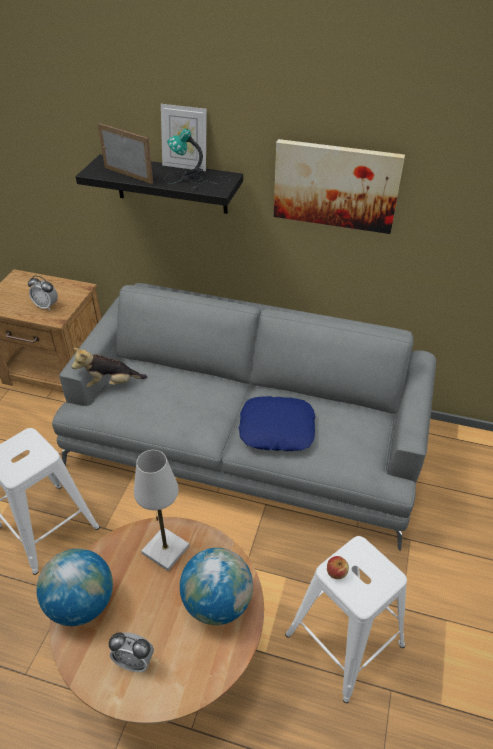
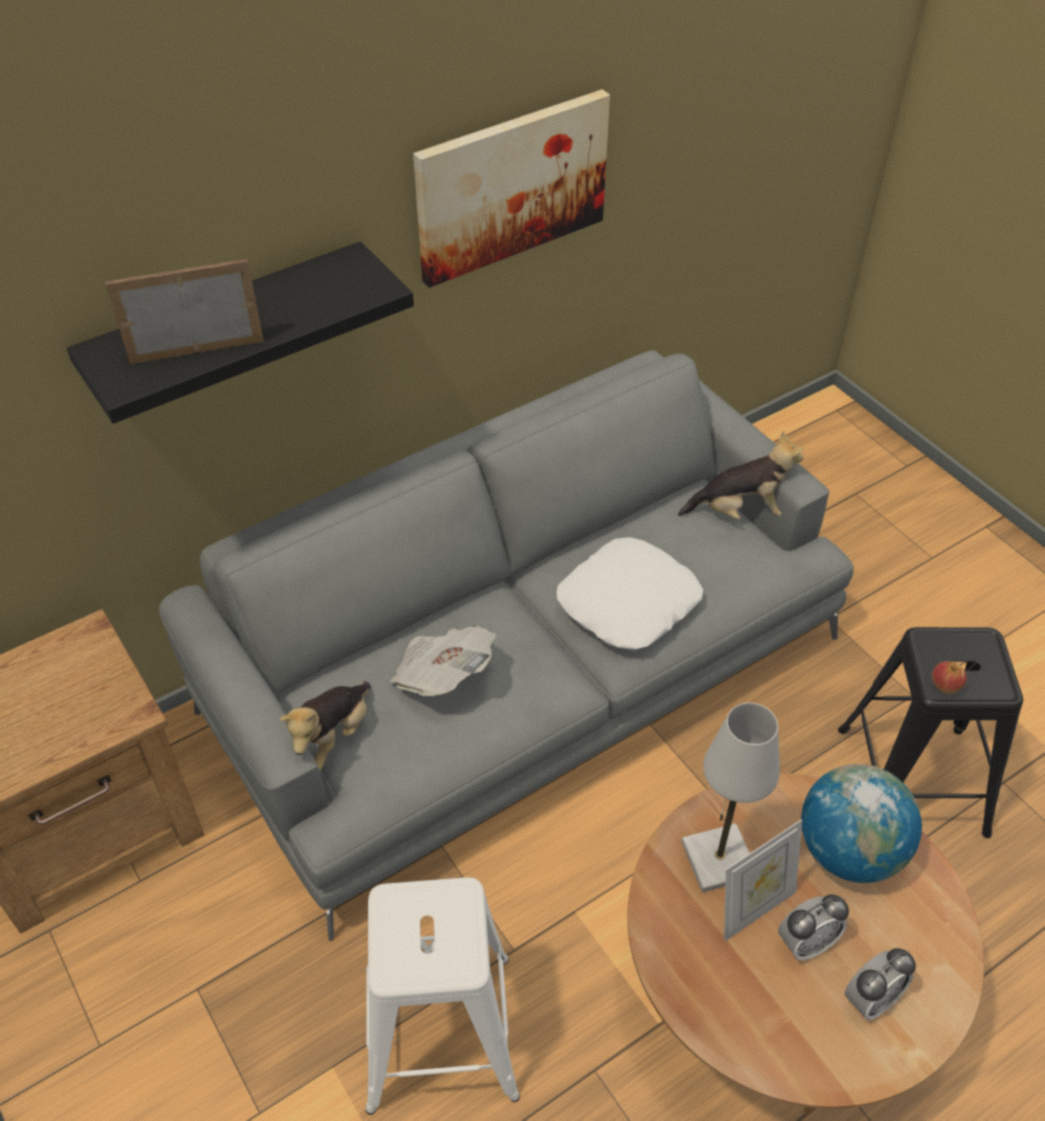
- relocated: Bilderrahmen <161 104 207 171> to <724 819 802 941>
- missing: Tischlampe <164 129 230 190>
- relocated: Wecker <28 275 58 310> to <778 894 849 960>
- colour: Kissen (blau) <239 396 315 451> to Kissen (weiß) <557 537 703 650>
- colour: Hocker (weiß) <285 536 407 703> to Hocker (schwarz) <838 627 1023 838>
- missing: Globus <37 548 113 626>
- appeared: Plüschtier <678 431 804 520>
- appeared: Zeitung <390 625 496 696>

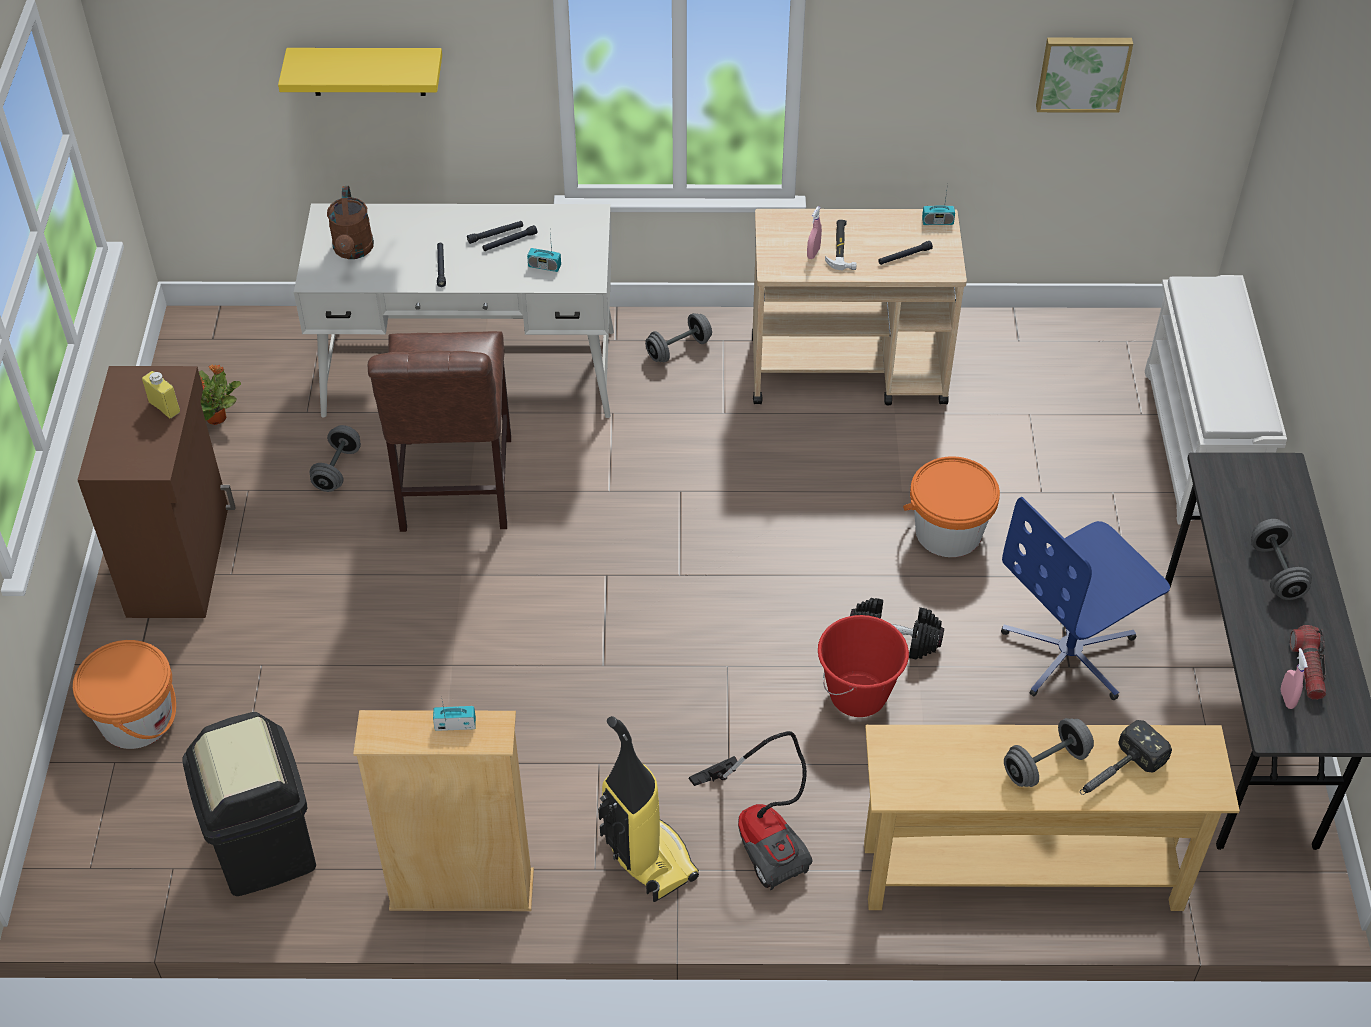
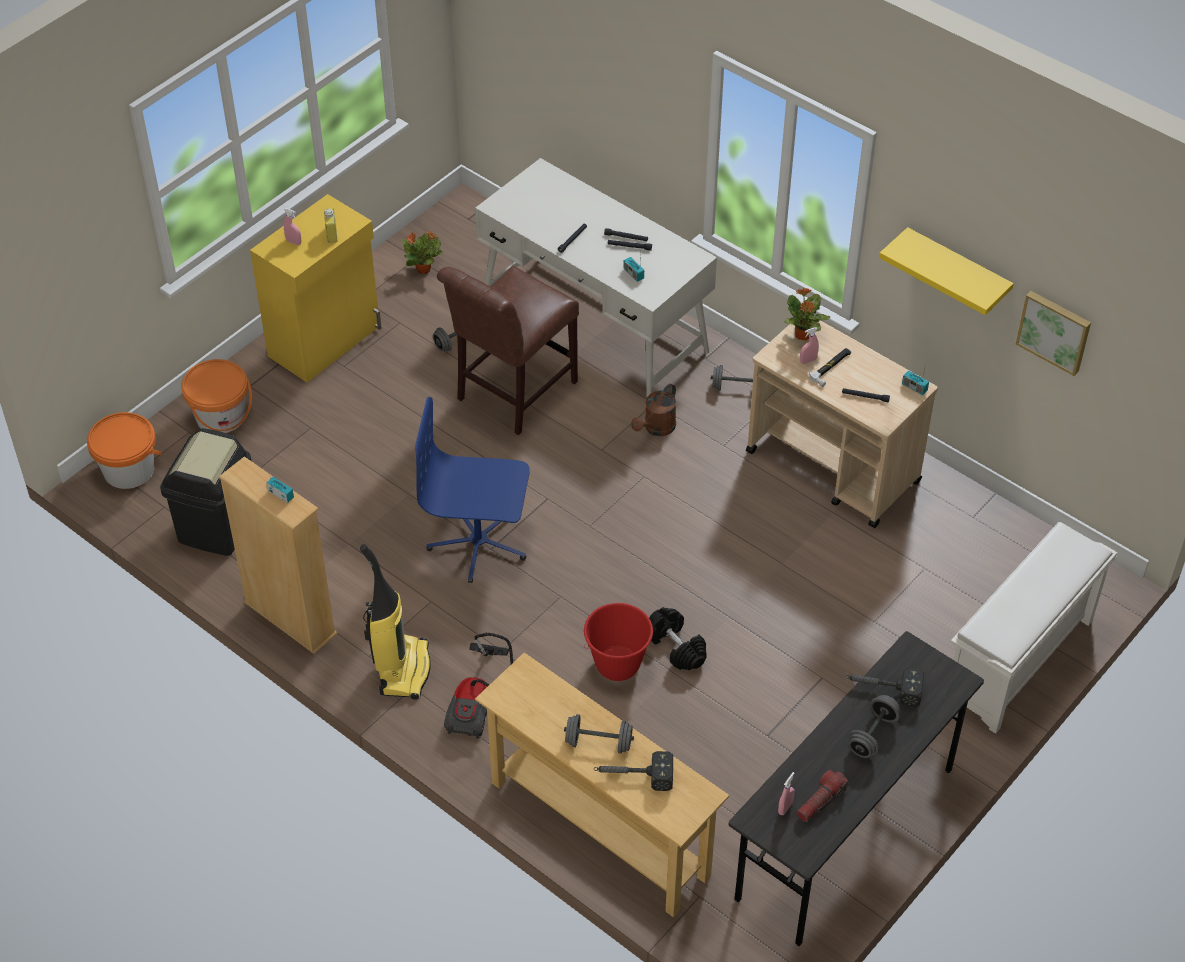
- relocated: Wandregal (gelb) <278 48 442 96> to <879 227 1014 315>
- relocated: Gießkanne (braun) <327 186 374 259> to <631 384 676 436>
- colour: Schrank (braun) <78 366 236 618> to Schrank (gelb) <250 194 381 383>
- relocated: Eimer (orange) <903 456 1000 557> to <87 412 162 489>
- relocated: Bürostuhl (blau) <1001 497 1170 700> to <415 397 530 583>
- appeared: Sprühflasche (rosa) <284 208 301 245>
- appeared: Topfpflanze <785 288 830 340>
- appeared: Hammer <845 668 924 707>

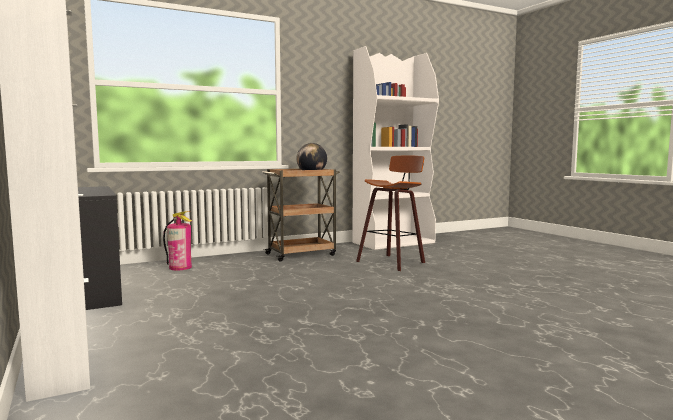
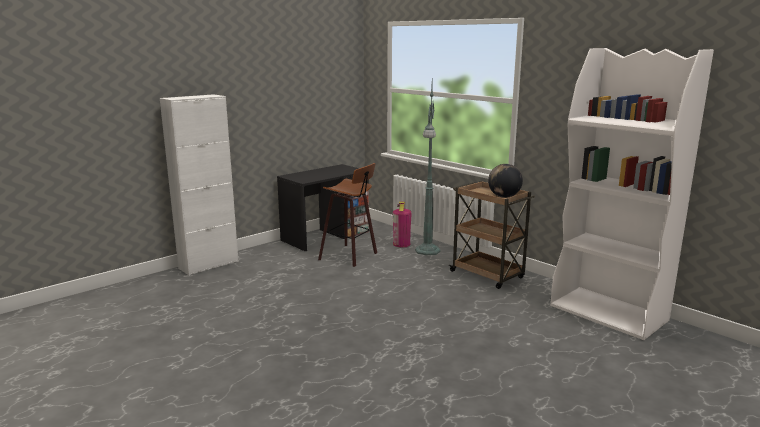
- relocated: Hocker <356 155 425 271> to <318 163 377 267>
- appeared: Stehlampe (grün) <415 85 441 255>

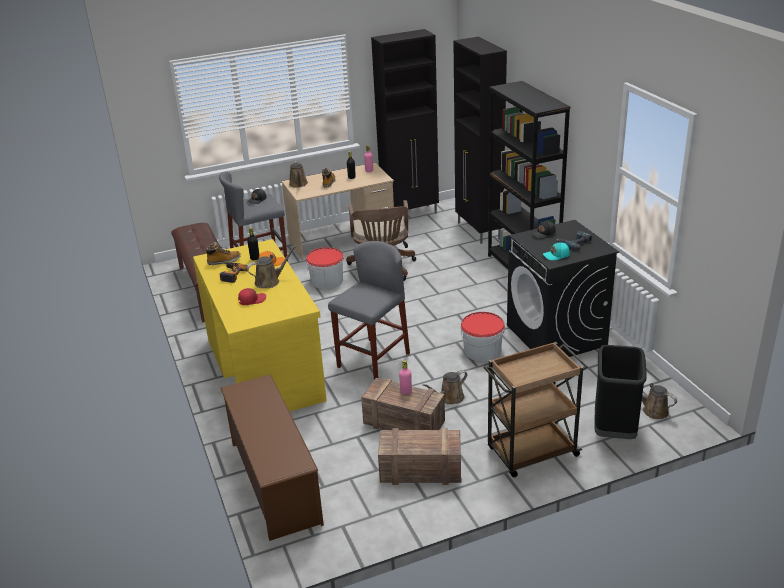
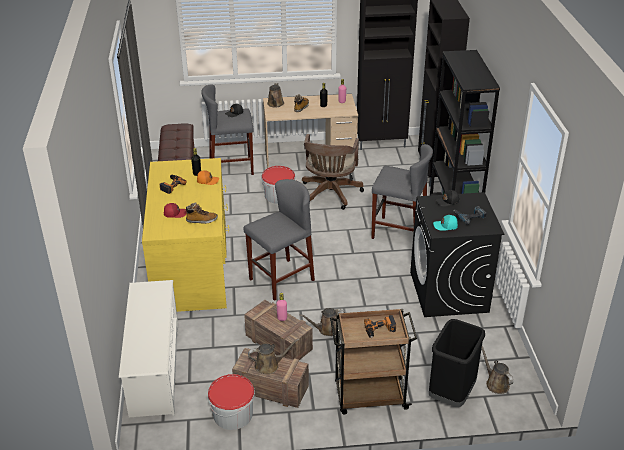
- relocated: Stiefel <205 242 241 265> to <185 203 218 224>
- relocated: Gießkanne (braun) <247 246 296 288> to <248 339 300 375>
- relocated: Eimer <461 312 505 361> to <208 374 255 430>
- colour: Schuhregal (braun) <221 374 324 541> to Schuhregal (weiß) <119 280 178 417>
- appeared: Hocker (grau) <371 144 433 239>
- appeared: Bohrmaschine <364 315 396 338>

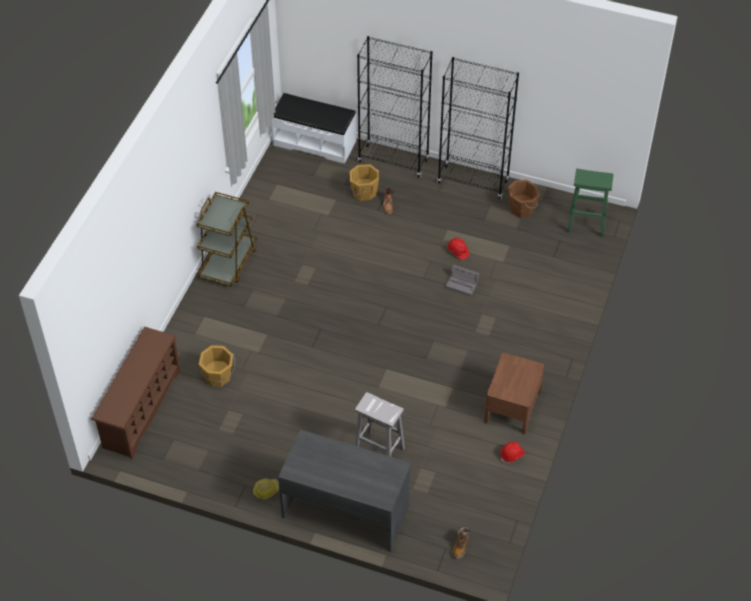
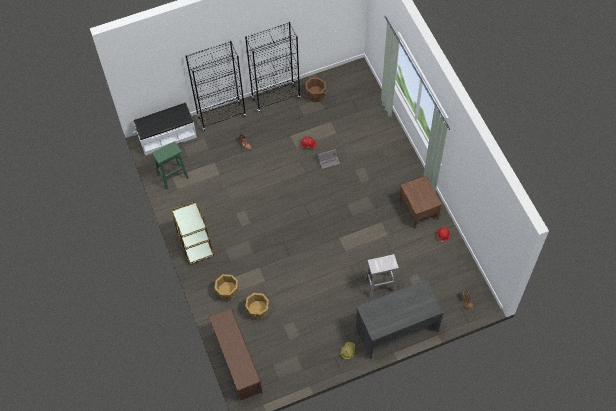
- relocated: Eimer (orange) <349 164 379 201> to <215 274 238 300>
- relocated: Hocker (grün) <567 169 614 238> to <152 141 189 189>

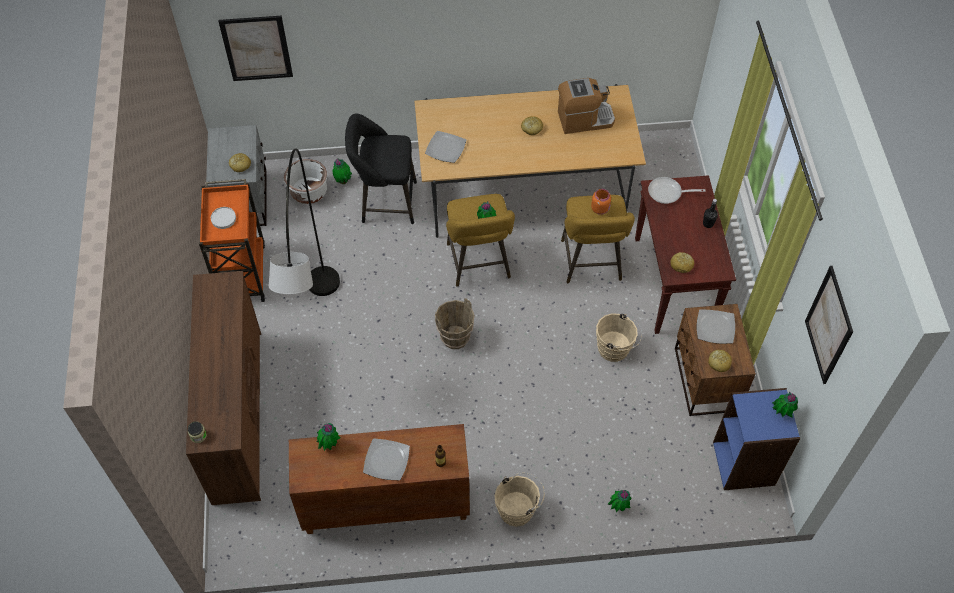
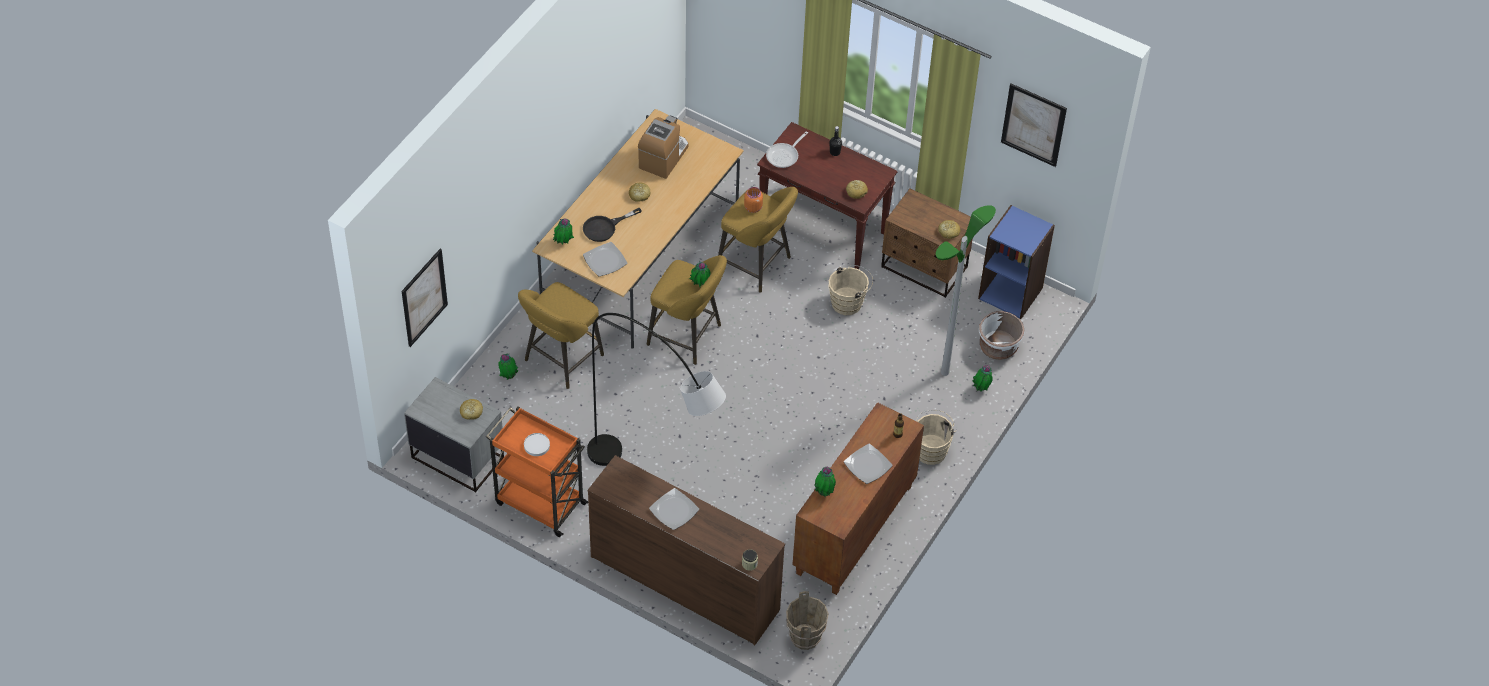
- colour: Hocker (schwarz) <345 114 417 224> to Hocker (gelb) <518 282 604 389>
- relocated: Pflanzkübel (weiß) <284 159 327 204> to <979 311 1025 360>
- relocated: Eimer (braun) <435 298 475 349> to <786 591 829 650>
- relocated: Teller <697 309 735 344> to <649 488 699 530>
- relocated: Topfpflanze <772 391 798 418> to <553 218 574 244>
- appeared: Stehlampe <936 205 996 376>
- appeared: Pfanne (schwarz) <583 208 642 242>

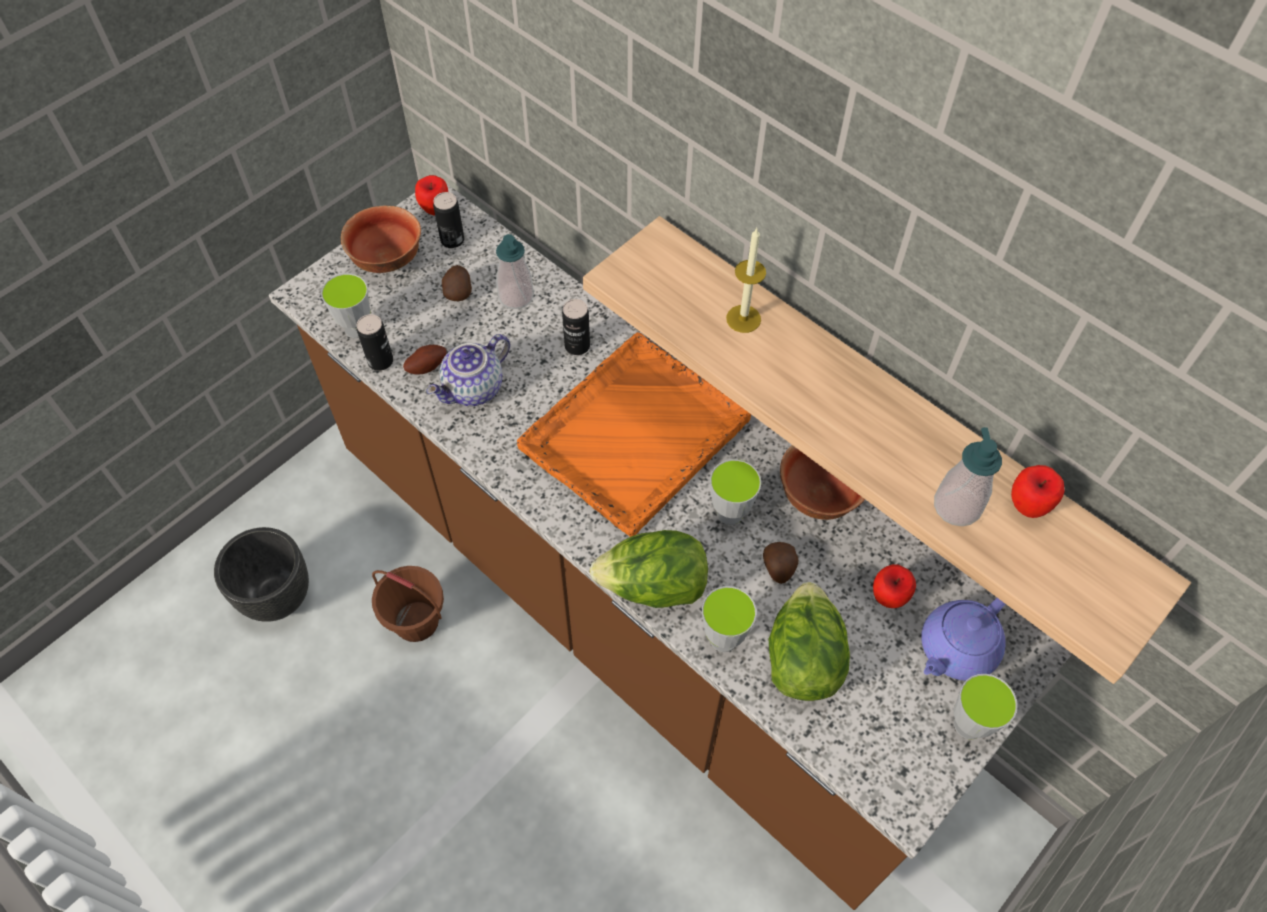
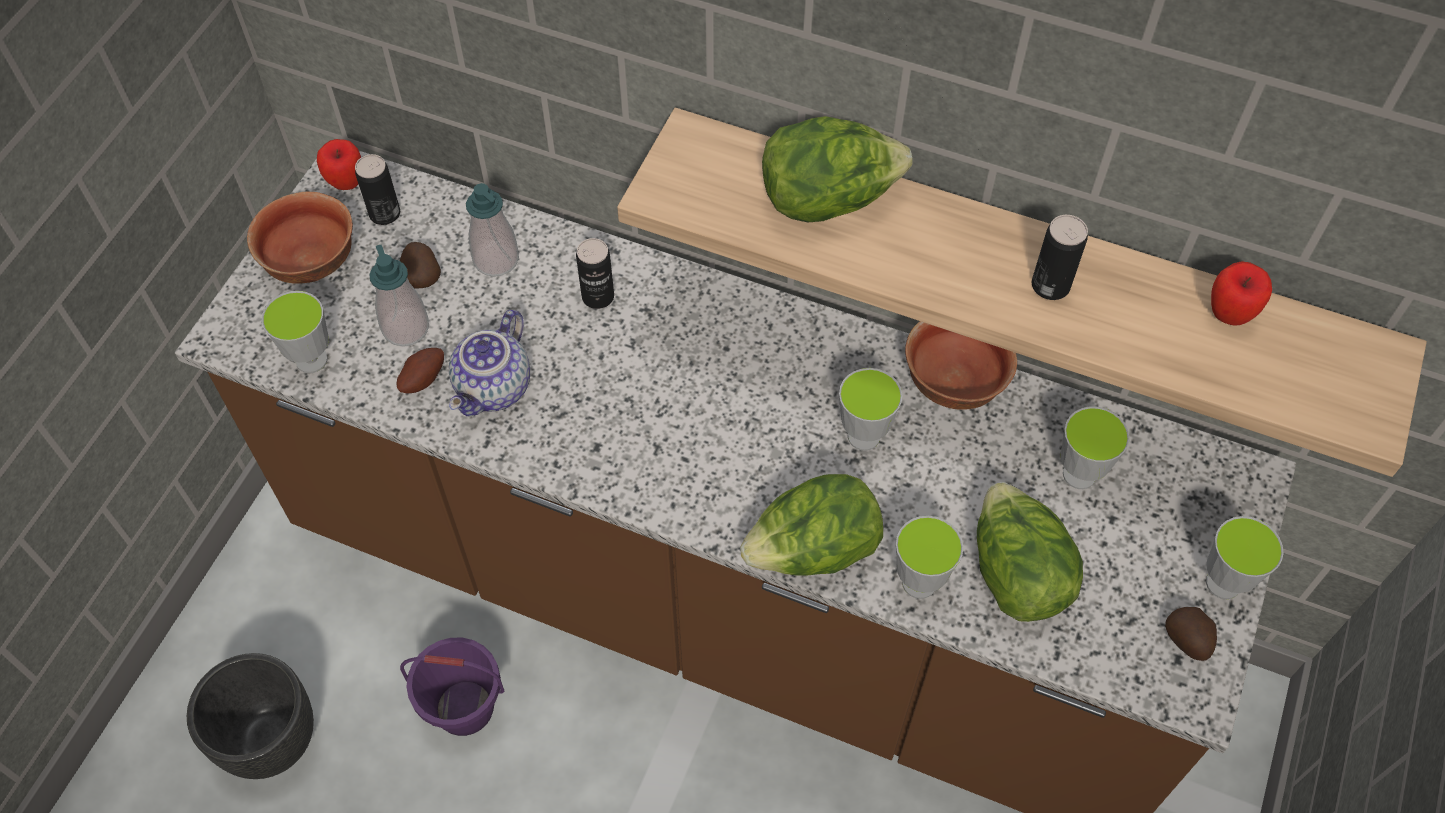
- exchanged: Kerze <726 228 766 333> to Salatkopf <762 116 913 222>
- relocated: Dose <357 314 393 371> to <1032 215 1088 300>
- missing: Tablett (orange) <517 332 751 537>
- relocated: Seifenspender <934 427 1002 526> to <370 245 429 346>
- relocated: Kartoffel <763 542 798 584> to <1165 607 1217 661>
- exchanged: Apfel <873 564 916 608> to Tasse <1061 406 1130 489>
- colour: Eimer (braun) <372 566 444 642> to Eimer (lila) <400 638 504 736>
- missing: Teekanne (lila) <921 598 1006 681>

